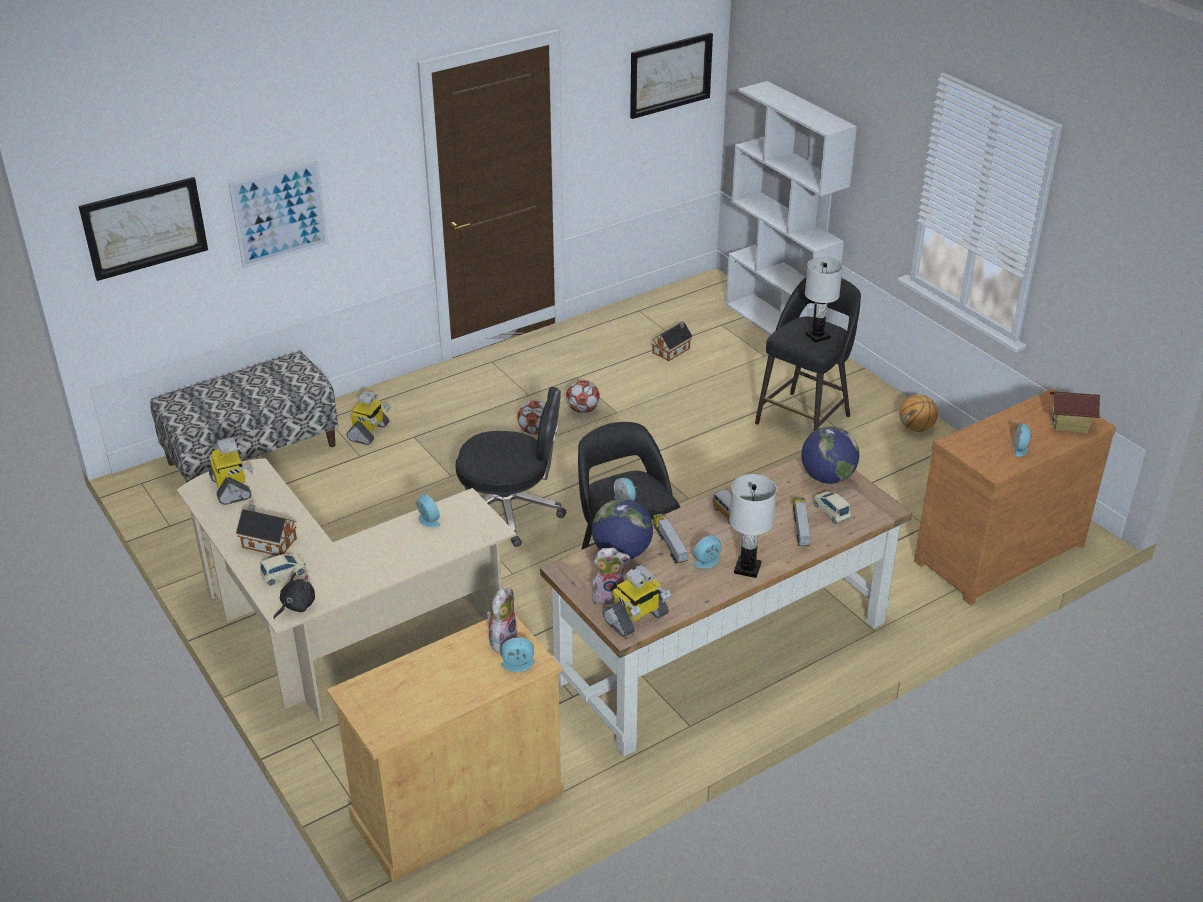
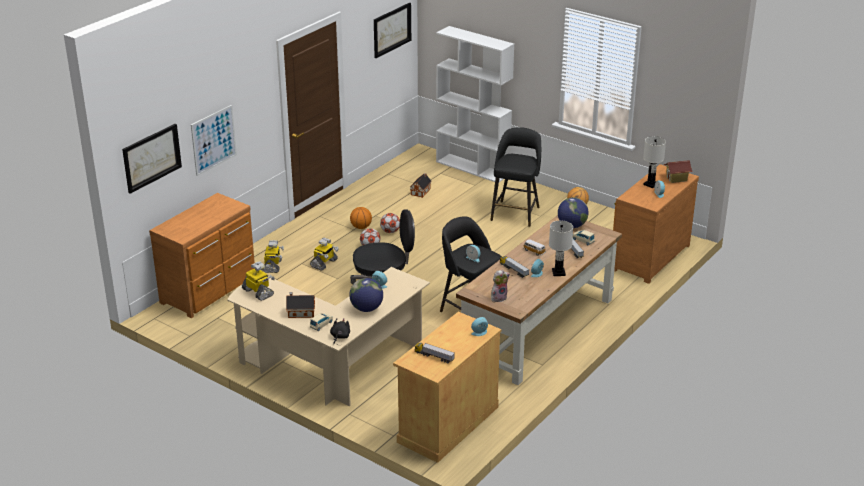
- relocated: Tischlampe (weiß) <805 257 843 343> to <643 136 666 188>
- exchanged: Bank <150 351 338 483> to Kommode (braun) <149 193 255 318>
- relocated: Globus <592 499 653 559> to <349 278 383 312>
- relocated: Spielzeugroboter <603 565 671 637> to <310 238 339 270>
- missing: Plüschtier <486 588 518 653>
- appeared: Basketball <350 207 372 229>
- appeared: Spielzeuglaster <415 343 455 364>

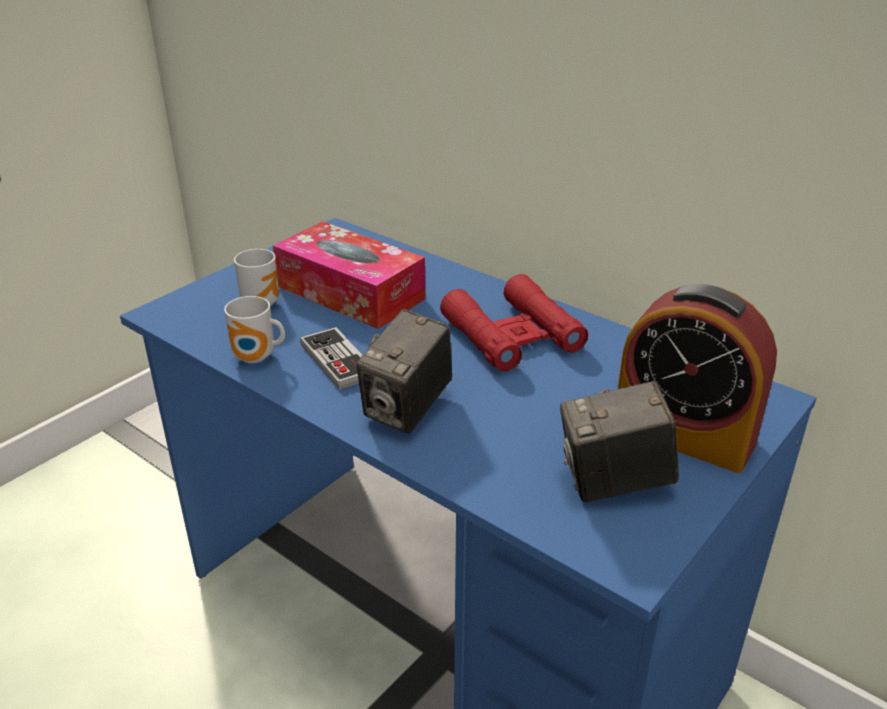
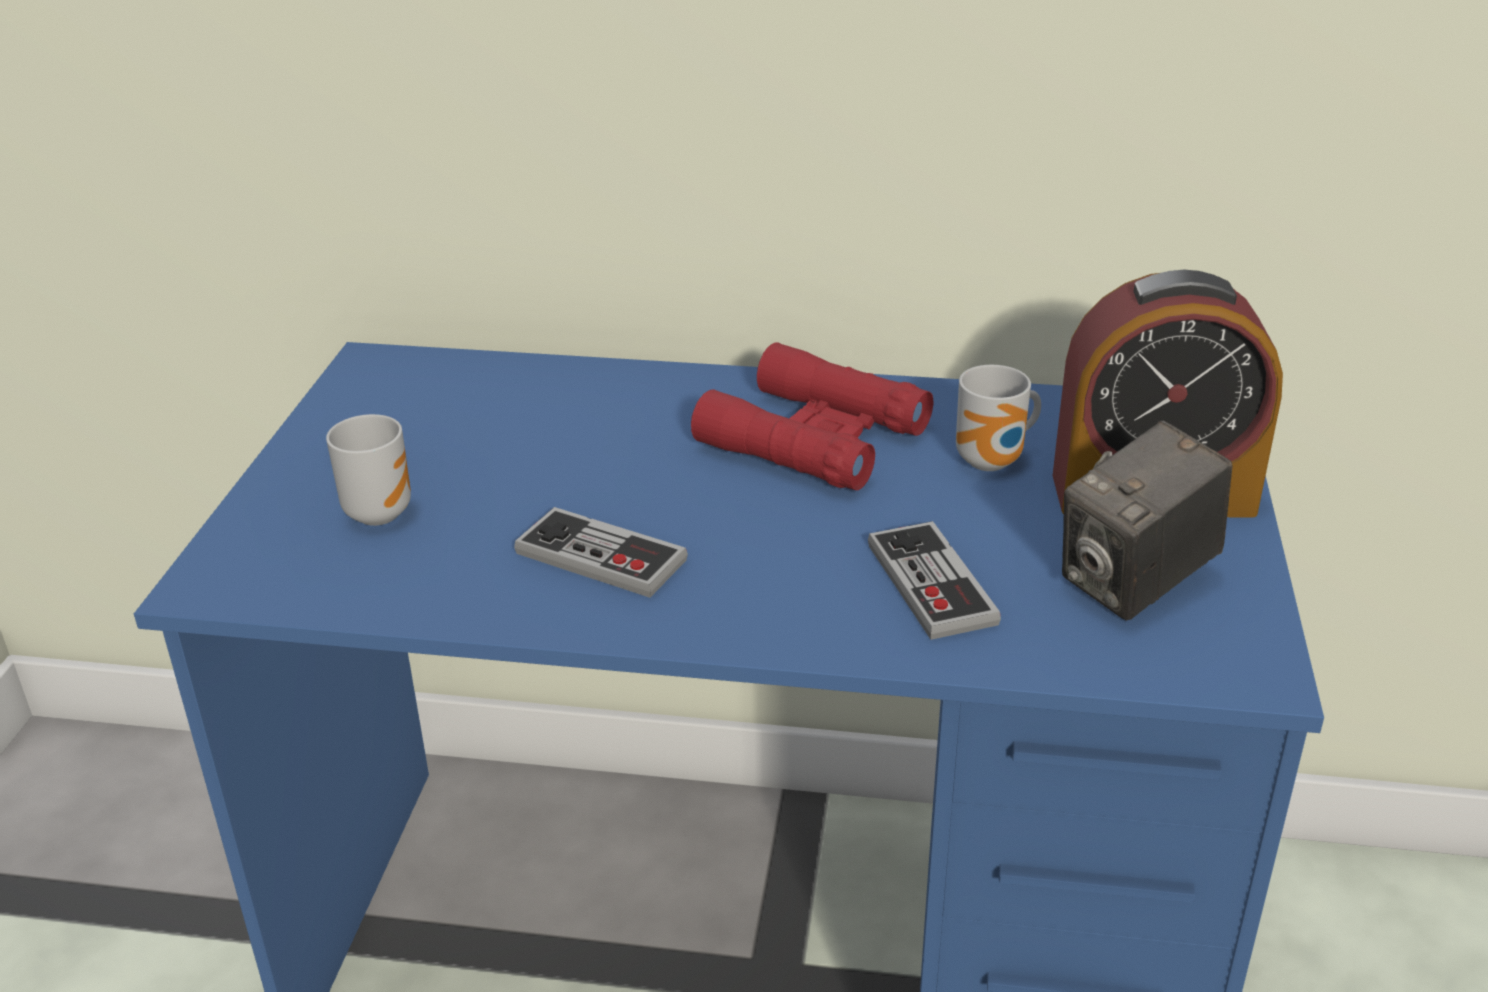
- missing: Taschentuchbox <273 221 425 329>
- relocated: Henkelbecher <224 296 285 363> to <956 365 1041 471>
- missing: Kamera <357 309 452 434>
- appeared: Gamepad <868 521 1001 640>

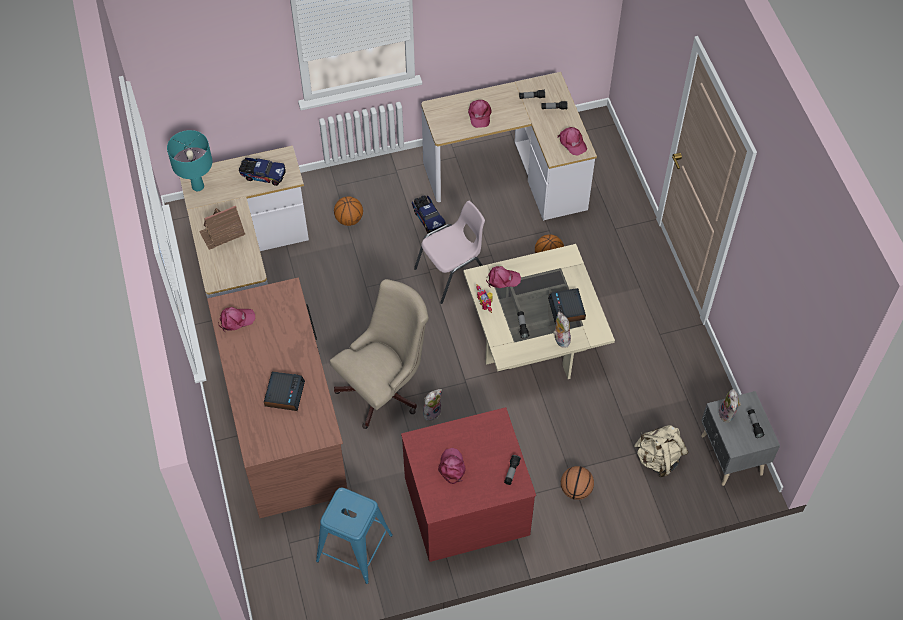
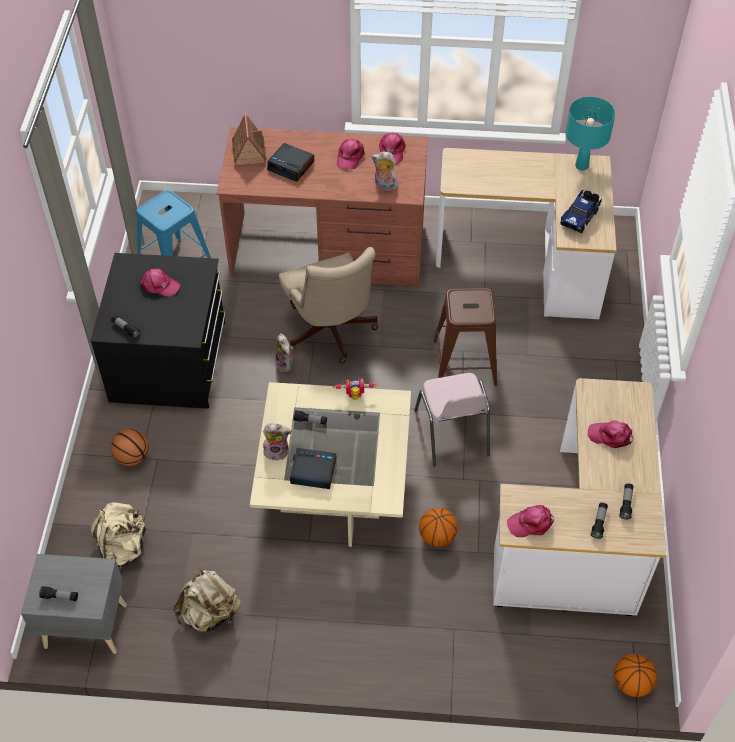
- relocated: Basketball <334 196 363 226> to <614 654 657 697>
- missing: Spielzeuglaster <412 196 446 233>
- relocated: Spielzeughaus <199 206 245 250> to <232 113 267 165>
- relocated: Kappe (rosa) <486 266 521 288> to <337 139 365 169>
- relocated: Plüschtier <718 389 741 423> to <372 151 397 190>
- colour: Kommode (rot) <401 407 536 562> to Kommode (schwarz) <90 253 226 409>
- appeared: Hocker (braun) <433 288 497 386>
- appeared: Rucksack (beige) <173 569 241 632>

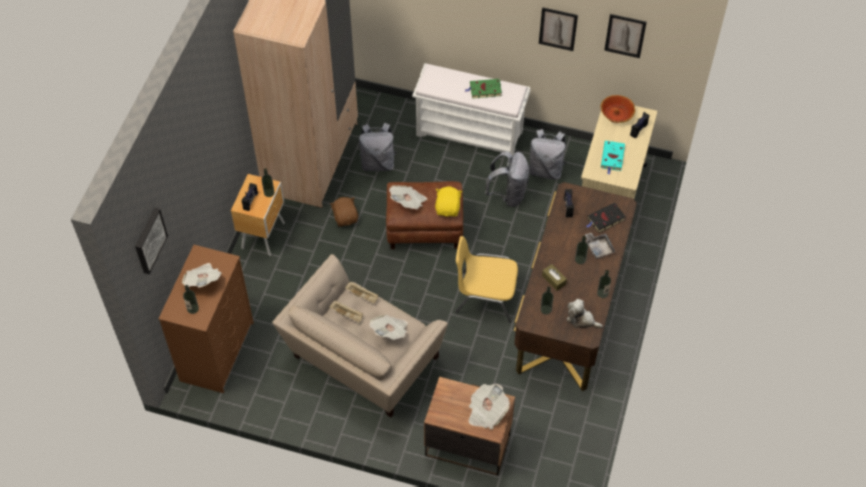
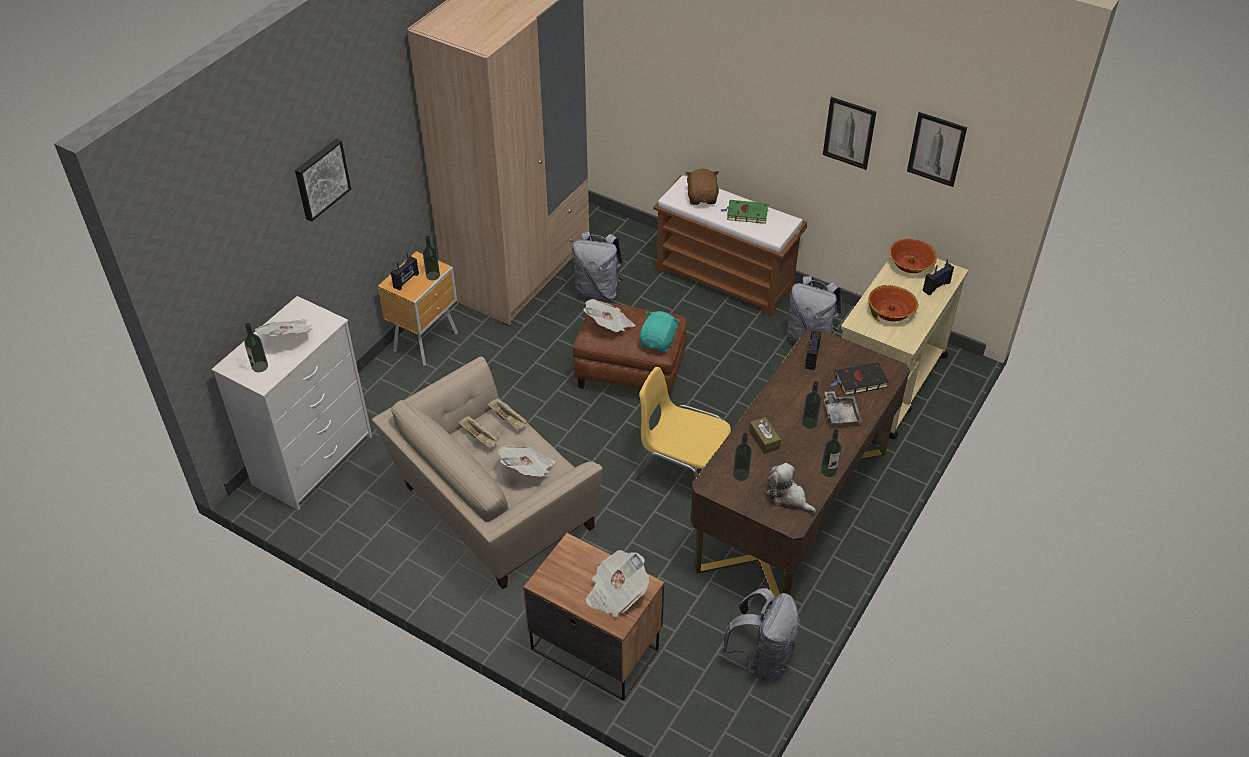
- colour: Bank (weiß) <412 63 530 156> to Bank (braun) <653 175 807 317>
- exchanged: Buch (türkis) <601 141 625 175> to Schüssel <868 285 919 322>
- relocated: Rucksack (grau) <485 151 530 207> to <721 588 800 681>
- colour: Plüschtier (gelb) <435 186 462 217> to Plüschtier (türkis) <639 311 680 352>
- relocated: Plüschtier (braun) <330 197 358 227> to <686 169 719 205>
- relocated: Bild <135 208 168 274> to <295 139 351 222>
- colour: Kommode (braun) <158 245 254 393> to Kommode (weiß) <211 296 372 510>

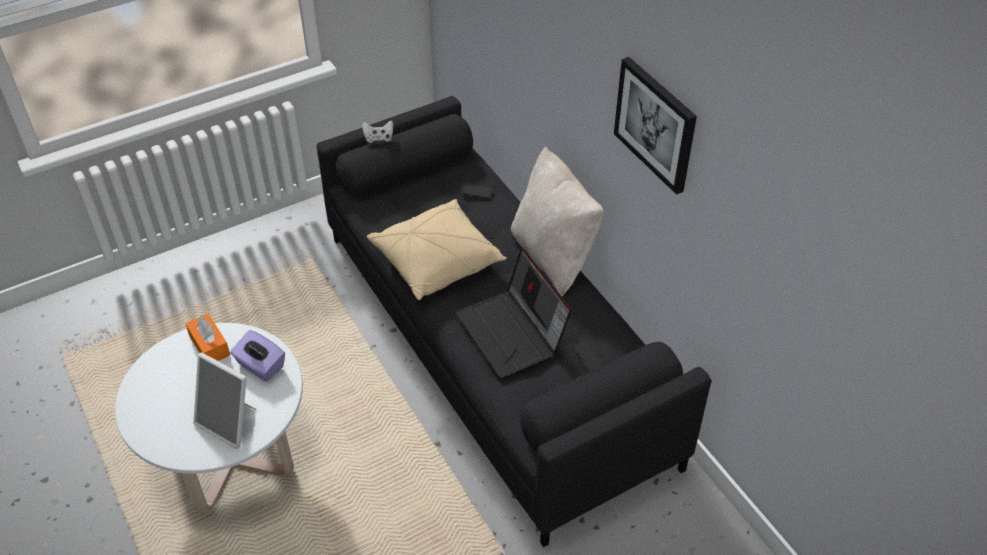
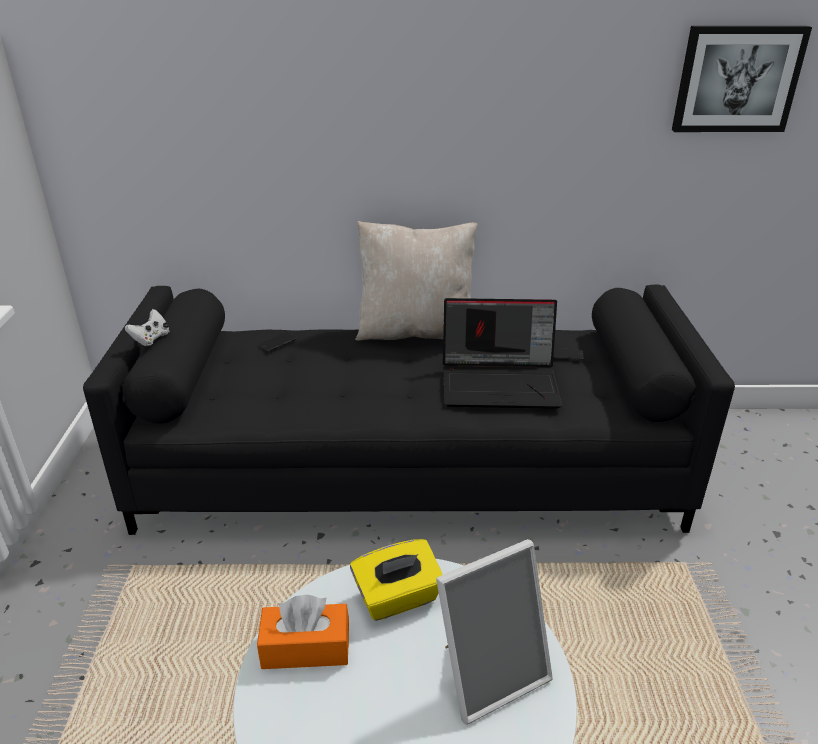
- relocated: Bild <614 57 697 195> to <672 26 812 132>
- missing: Kissen (beige) <367 199 507 300>
- colour: Taschentuchbox (lila) <230 330 285 381> to Taschentuchbox (gelb) <350 539 443 621>

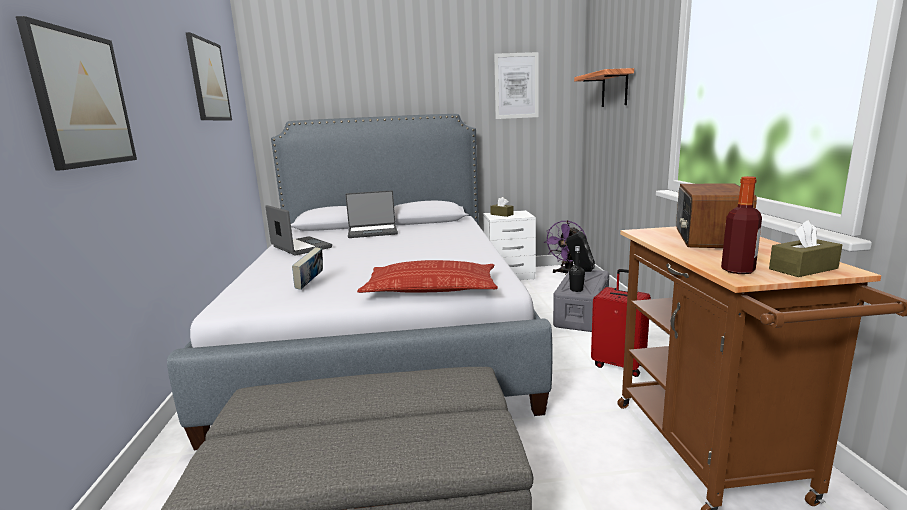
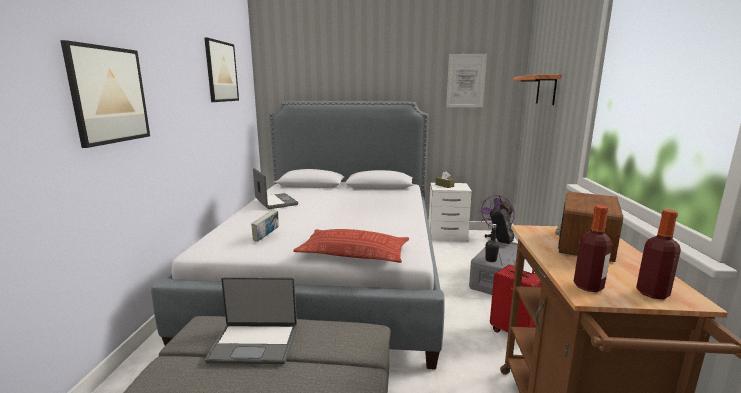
- relocated: Laptop <345 190 398 238> to <205 277 297 364>
- exchanged: Taschentuchbox (braun) <769 220 842 277> to Flasche <636 209 681 299>

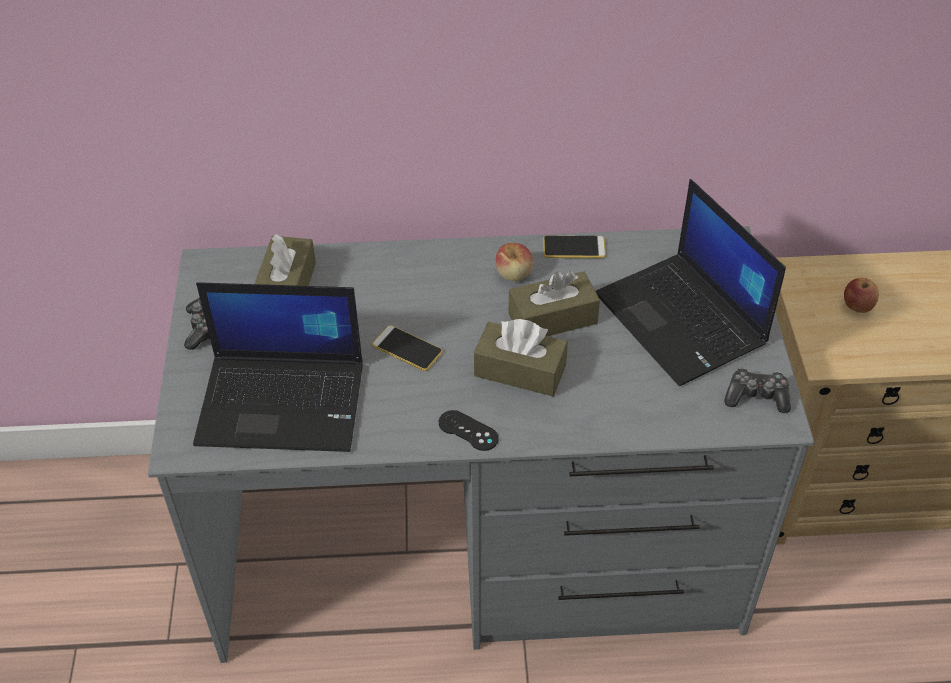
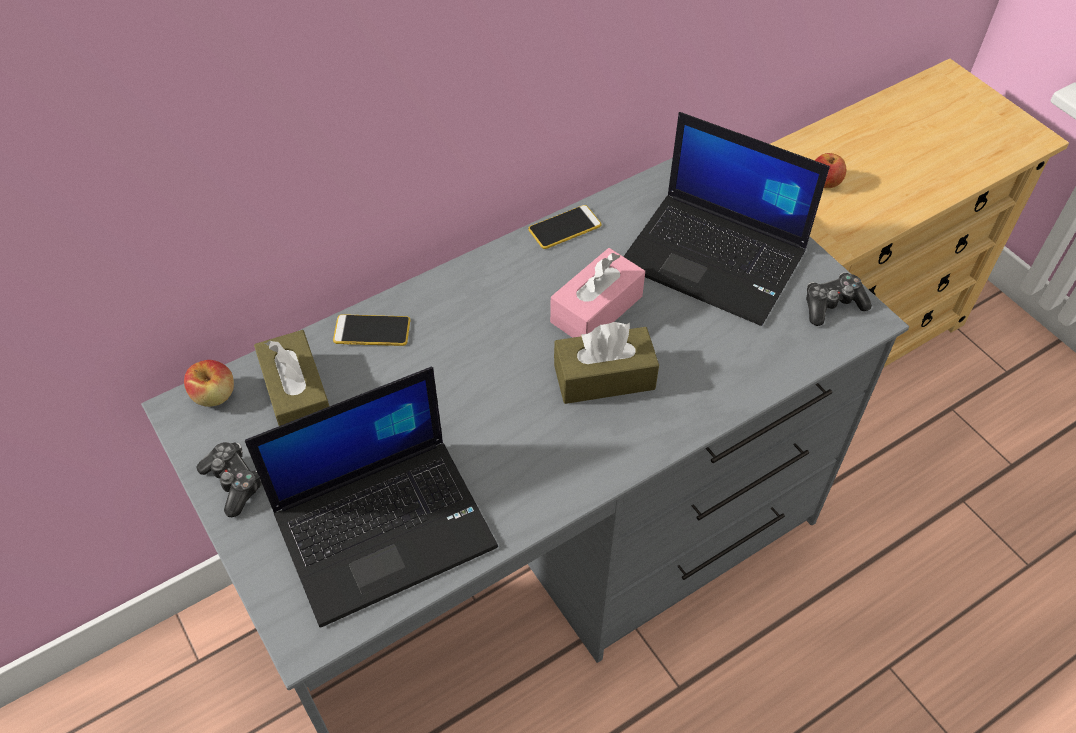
- relocated: Apfel <495 243 534 281> to <184 360 234 407>
- colour: Taschentuchbox (braun) <508 271 600 336> to Taschentuchbox (rosa) <550 248 645 338>
- relocated: Handy <372 325 443 371> to <333 314 410 346>
- missing: Gamepad (schwarz) <439 410 499 451>

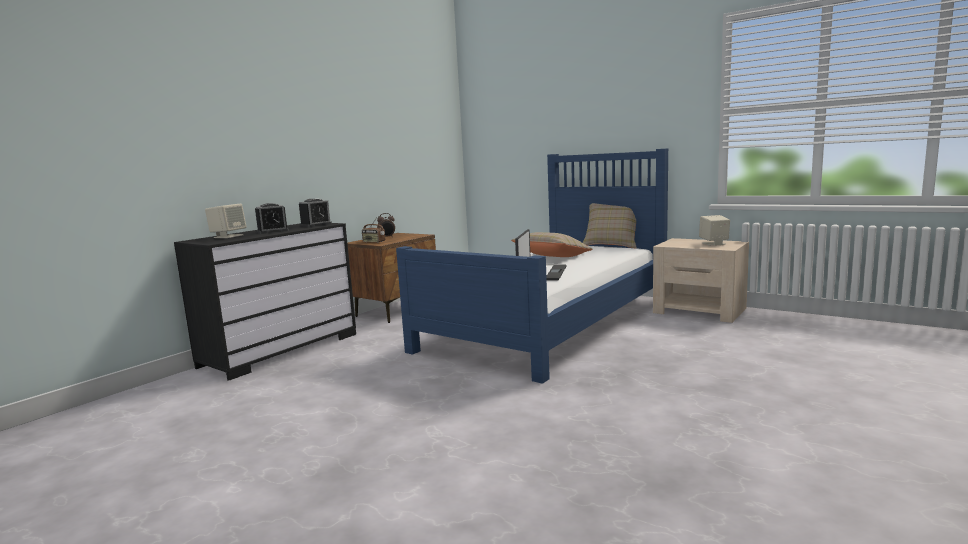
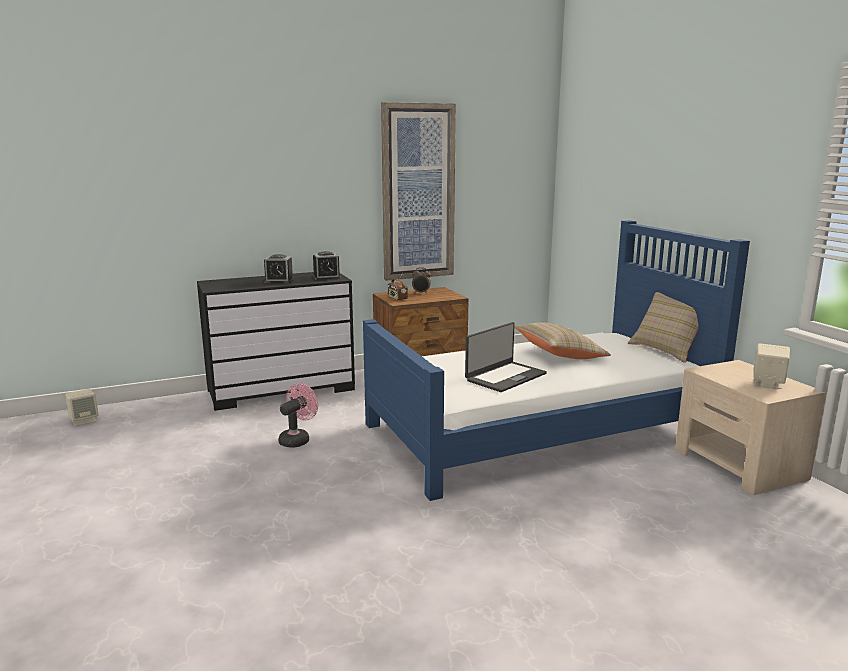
- relocated: Lautsprecher (beige) <205 204 247 238> to <65 389 99 426>
- appeared: Bild <381 102 456 281>
- appeared: Ventilator (rosa) <278 383 318 448>

